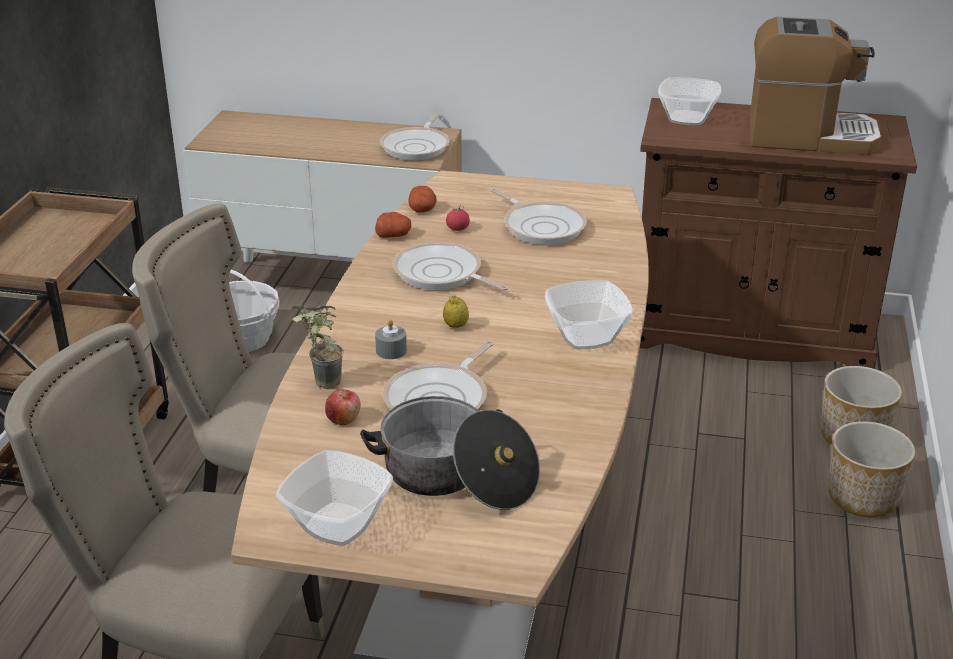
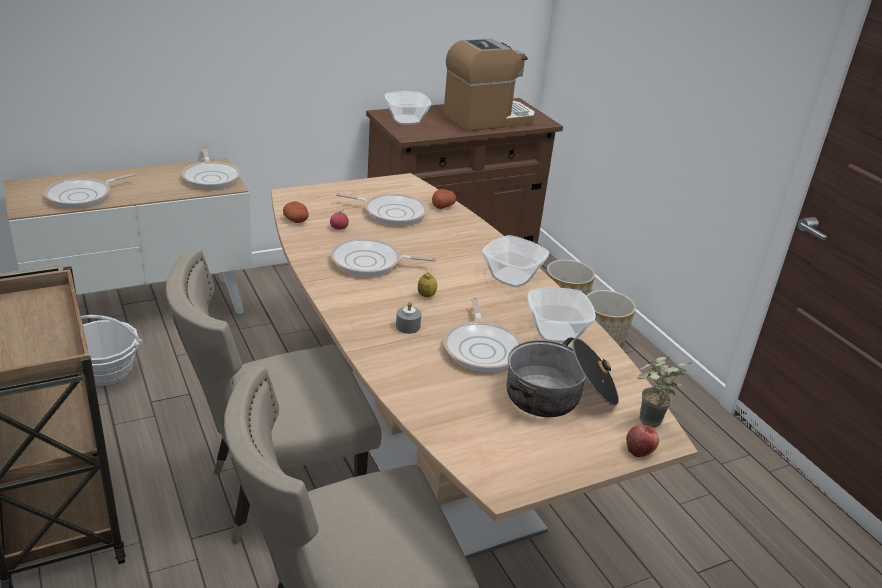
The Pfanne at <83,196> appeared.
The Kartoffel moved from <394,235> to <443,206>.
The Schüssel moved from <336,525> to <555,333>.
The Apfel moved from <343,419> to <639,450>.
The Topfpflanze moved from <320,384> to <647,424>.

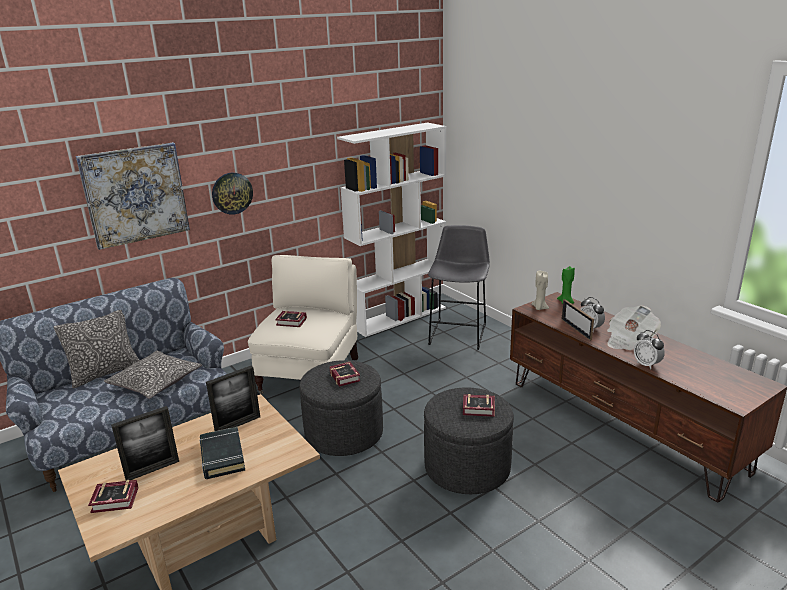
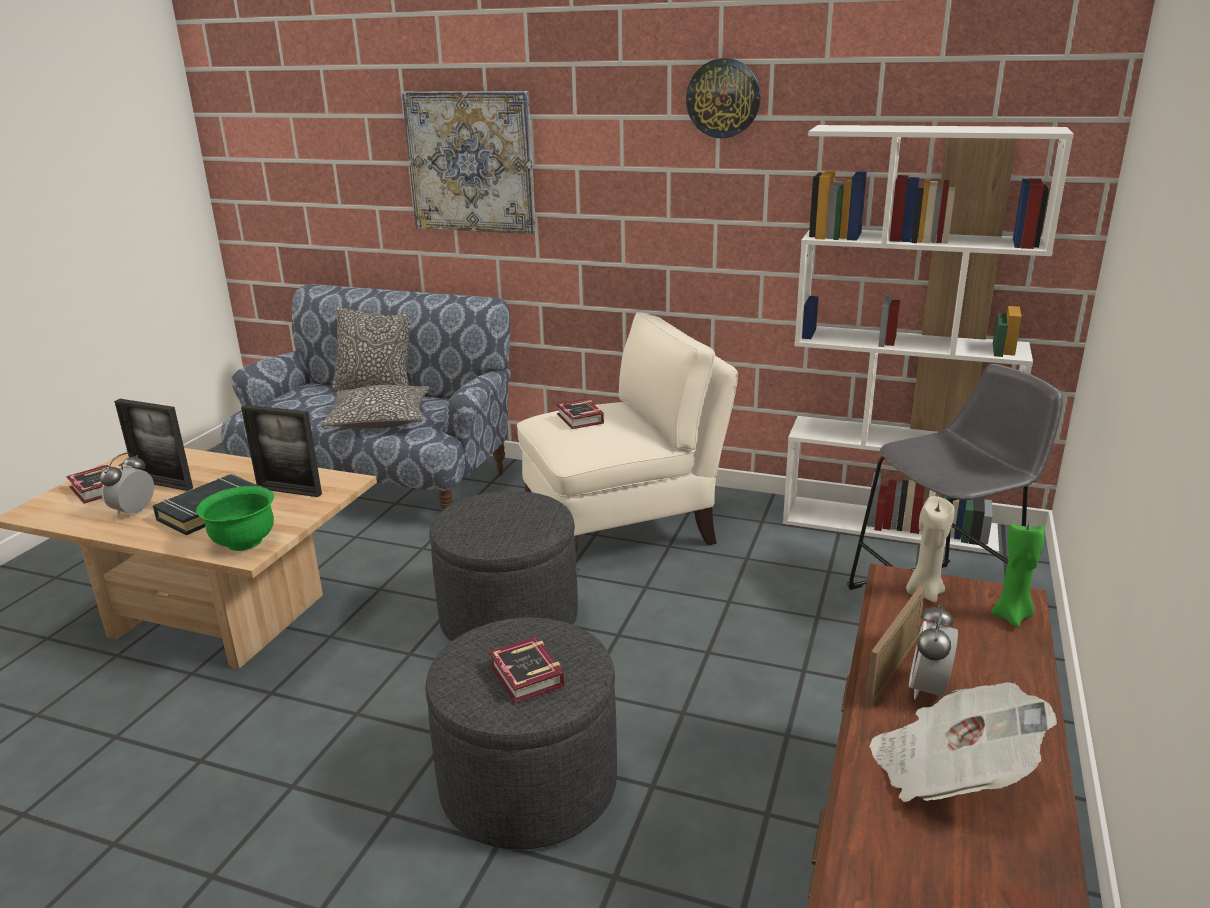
The Wecker moved from <646,364> to <134,512>.
The Schüssel (grün) at <244,542> appeared.
The Wanduhr moved from <232,193> to <723,98>.
The Buch at <345,376> disappeared.

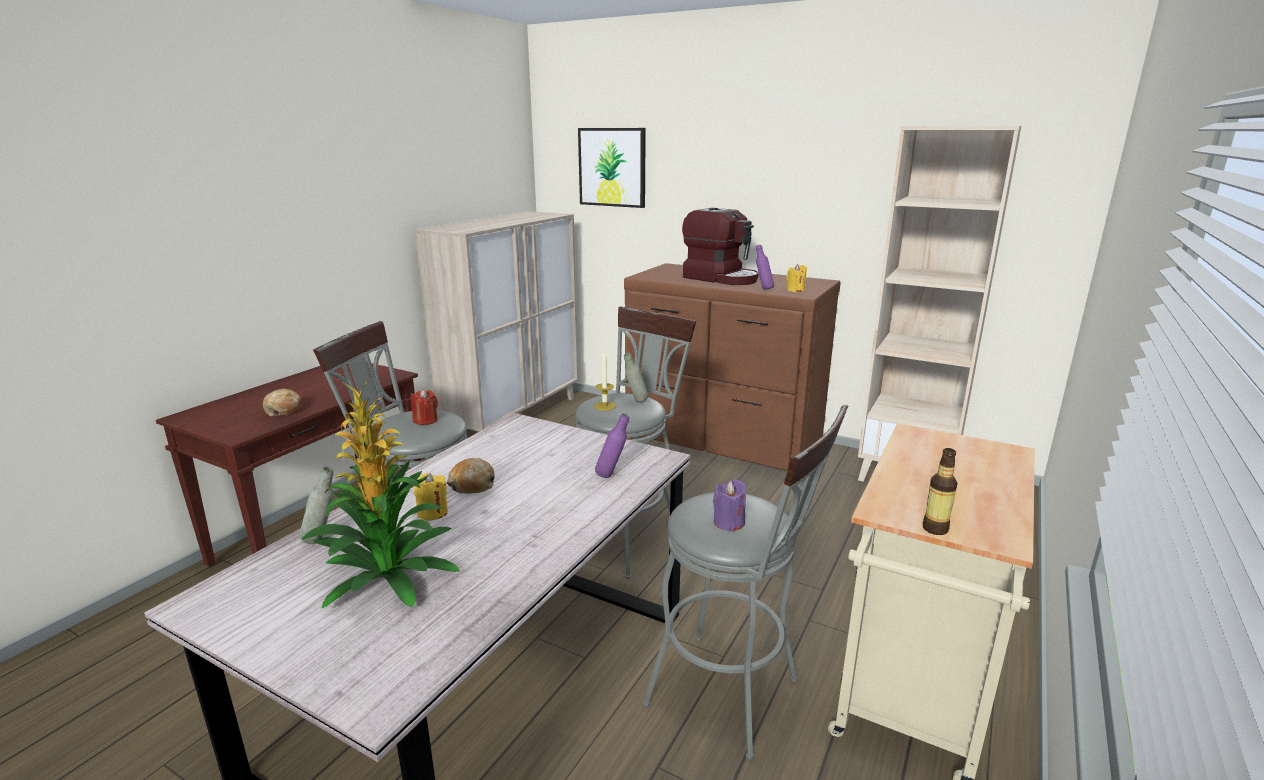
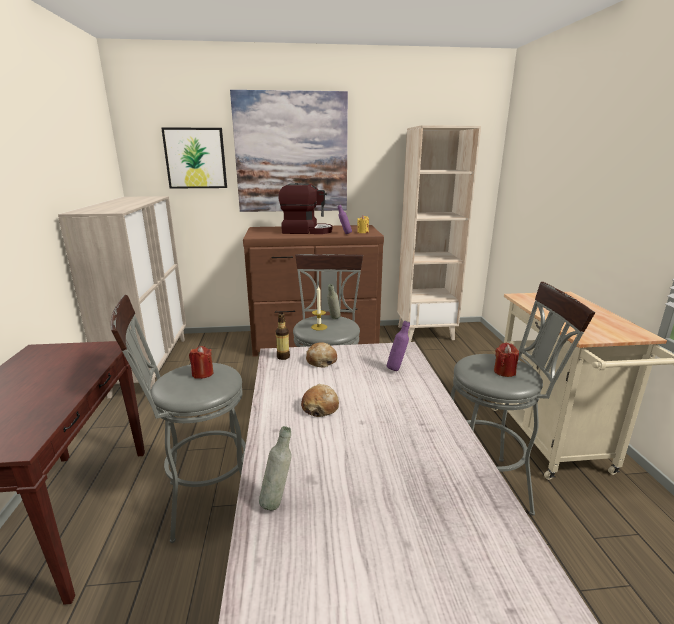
The Bild at <291,153> appeared.
The Flasche moved from <935,529> to <283,357>.
The Brot moved from <284,410> to <321,360>.
The Kerze (lila) at <729,522> became the Kerze (rot) at <504,372>.
The Topfpflanze at <386,576> disappeared.
The Kerze (gelb) at <432,513> disappeared.

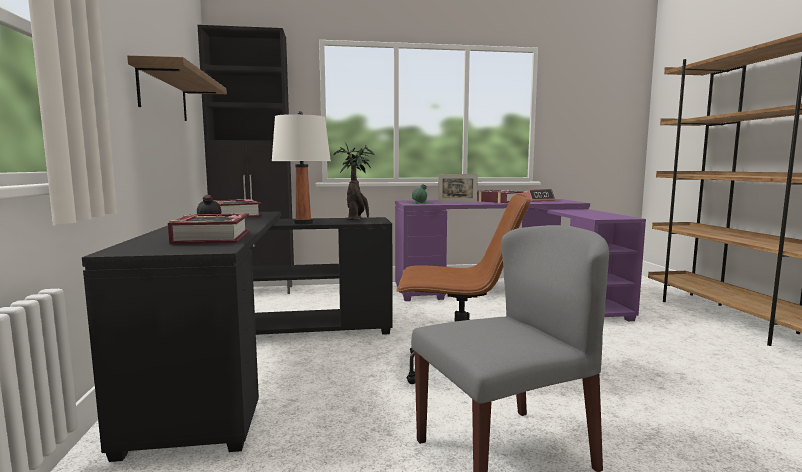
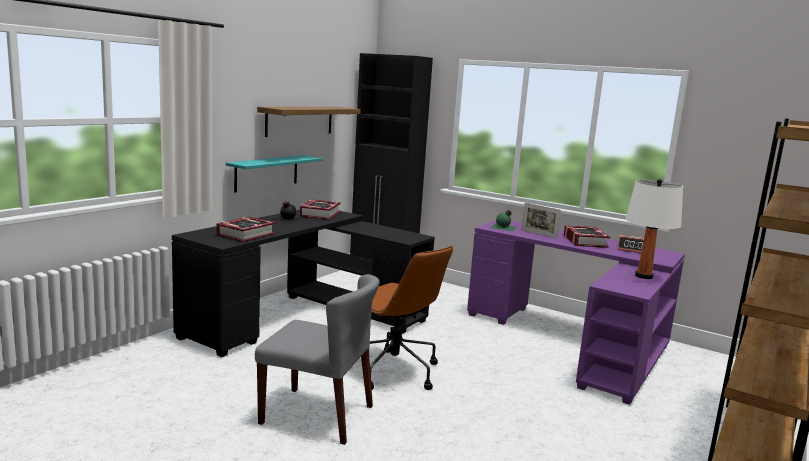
The Wandregal (türkis) at <267,173> appeared.
The Tischlampe (weiß) moved from <303,223> to <643,276>.
The Topfpflanze at <356,219> disappeared.

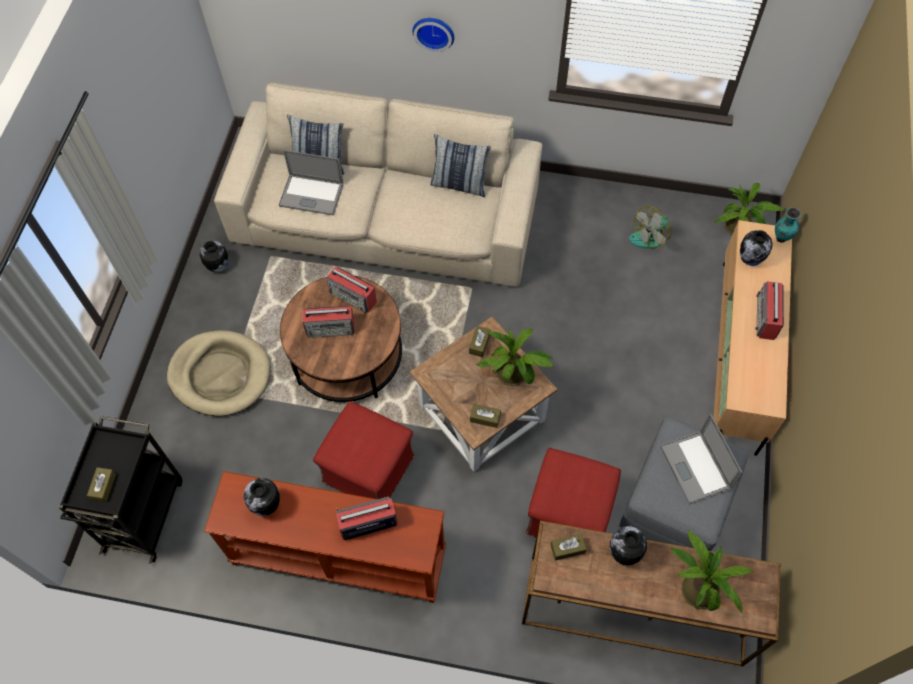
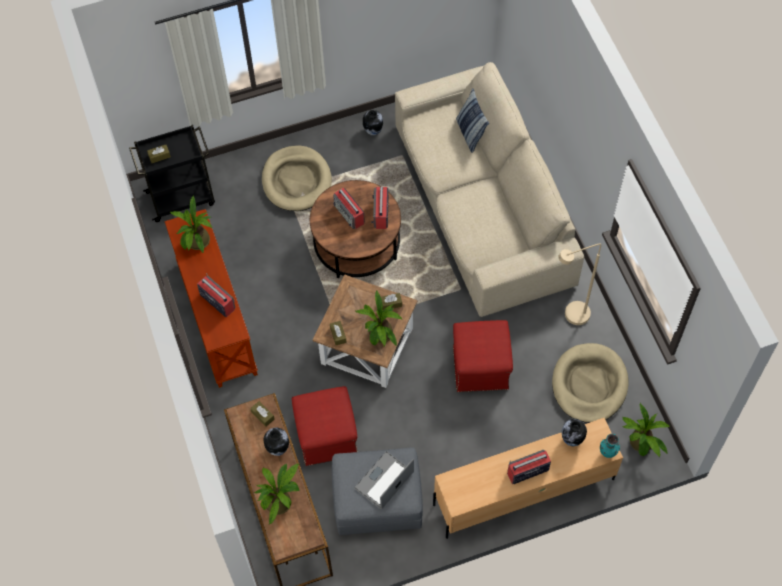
The Vase at <266,506> was replaced by the Topfpflanze at <197,243>.
The Polsterhocker (rot) moved from <369,469> to <480,368>.
The Ventilator at <651,236> was replaced by the Hundebett (beige) at <589,385>.
The Stehlampe (beige) at <571,317> appeared.
The Laptop at <311,195> disappeared.
The Wanduhr at <434,31> disappeared.
The Kissen at <459,184> disappeared.

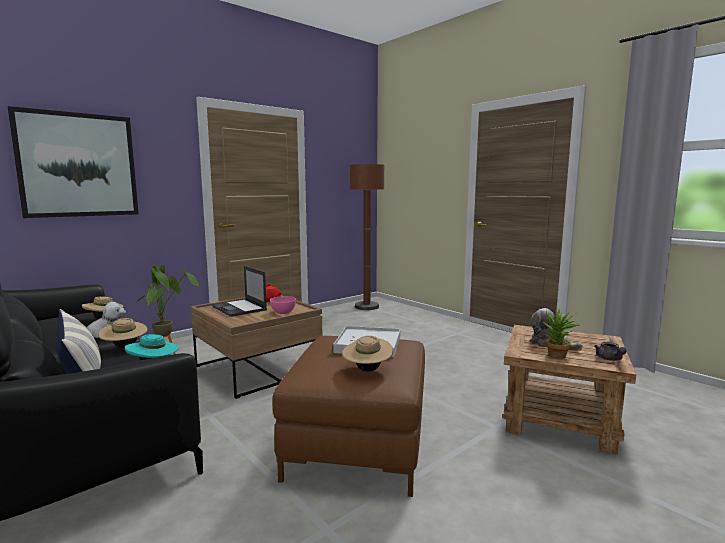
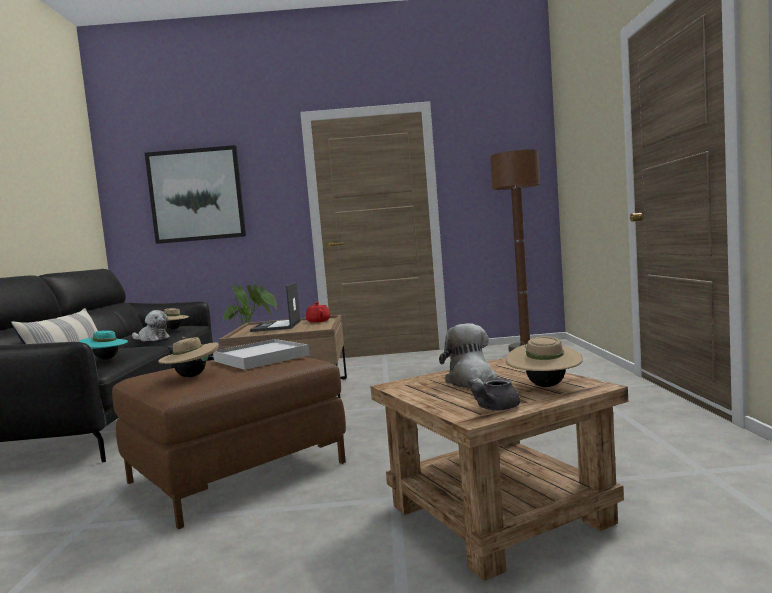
The Hut (beige) moved from <125,347> to <545,386>.
The Schüssel (rosa) at <283,312> disappeared.
The Topfpflanze at <557,357> disappeared.

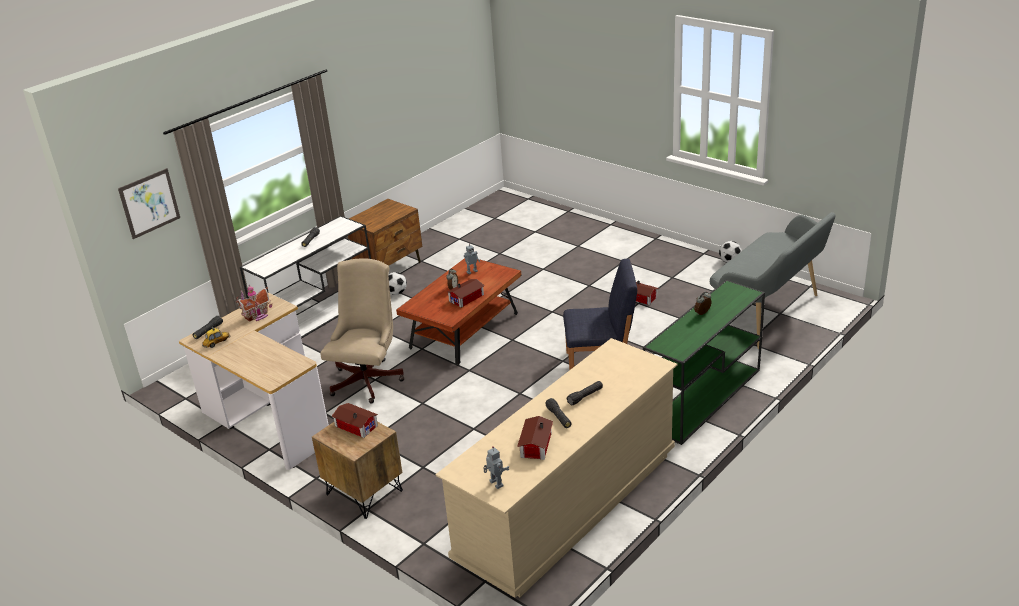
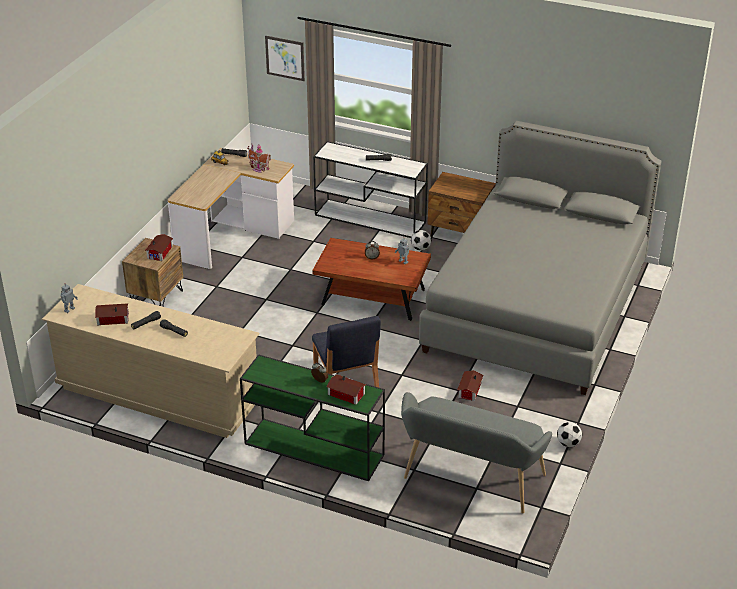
The Spielzeughaus moved from <467,298> to <346,395>.
The Bett (grau) at <537,307> appeared.
The Bürostuhl (beige) at <369,378> disappeared.

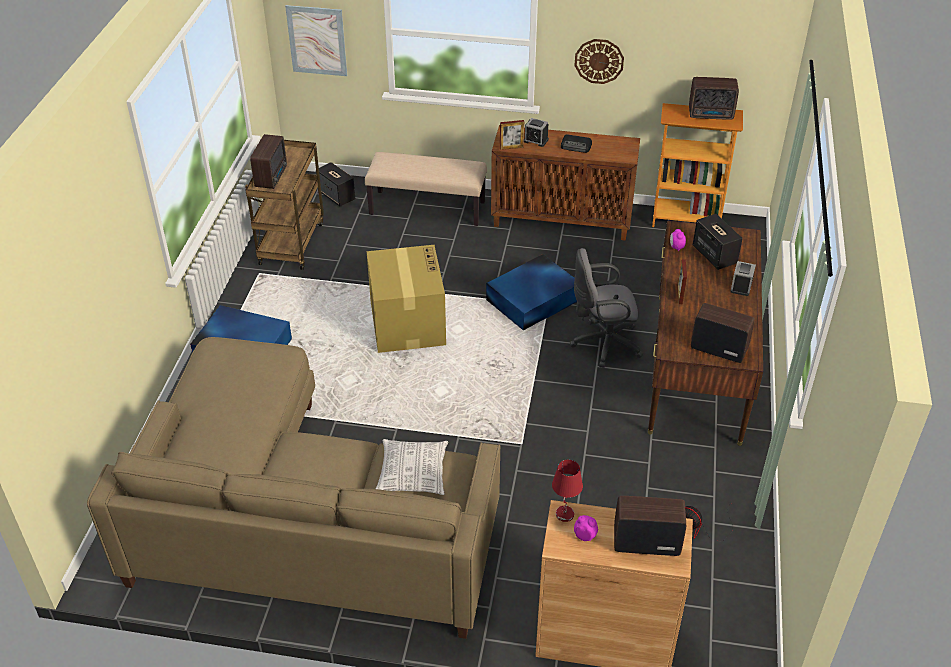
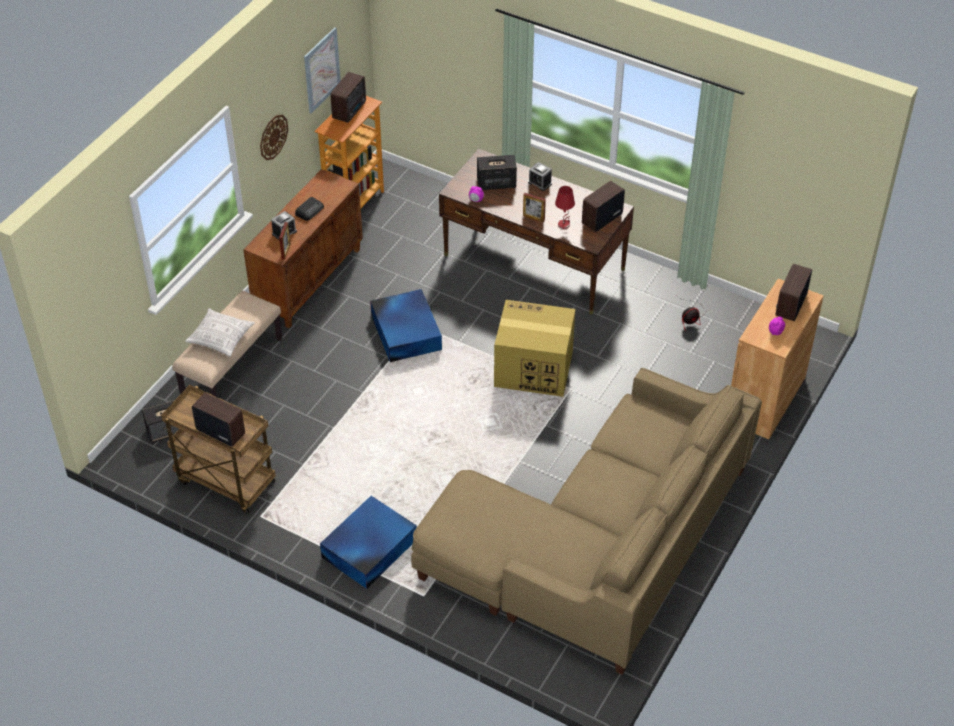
The Kissen moved from <413,474> to <220,338>.
The Bild moved from <317,40> to <321,70>.
The Karton moved from <407,323> to <532,369>.
The Tischlampe (rot) moved from <565,515> to <564,225>.
The Bürostuhl (grau) at <602,344> disappeared.

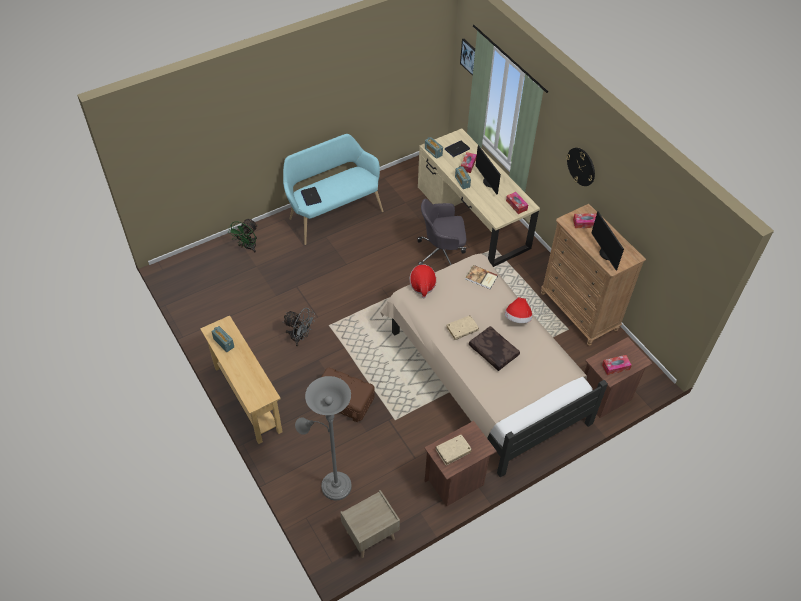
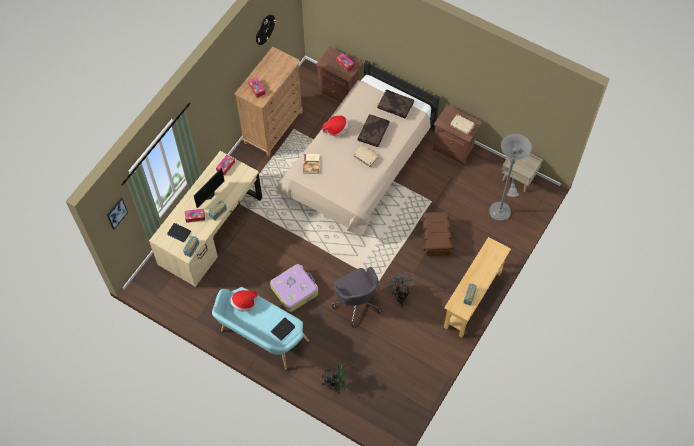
The Hut moved from <422,285> to <244,303>.
The Wanduhr moved from <581,166> to <265,29>.
The Koffer at <294,290> appeared.
The Bürostuhl (grau) moved from <441,253> to <357,302>.
The Kissen (braun) at <396,106> appeared.
The Monitor at <606,254> disappeared.

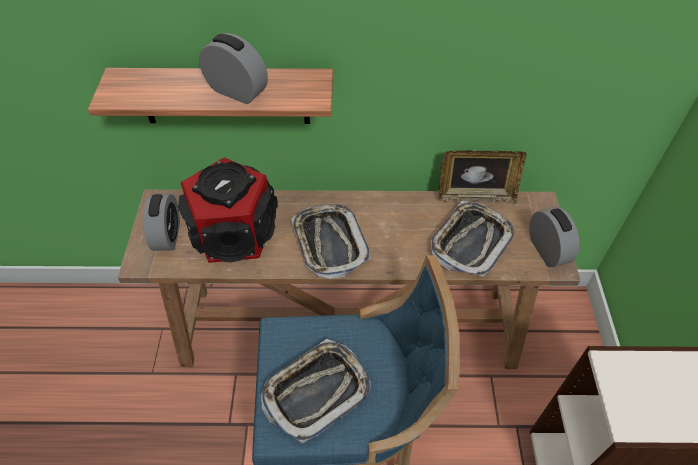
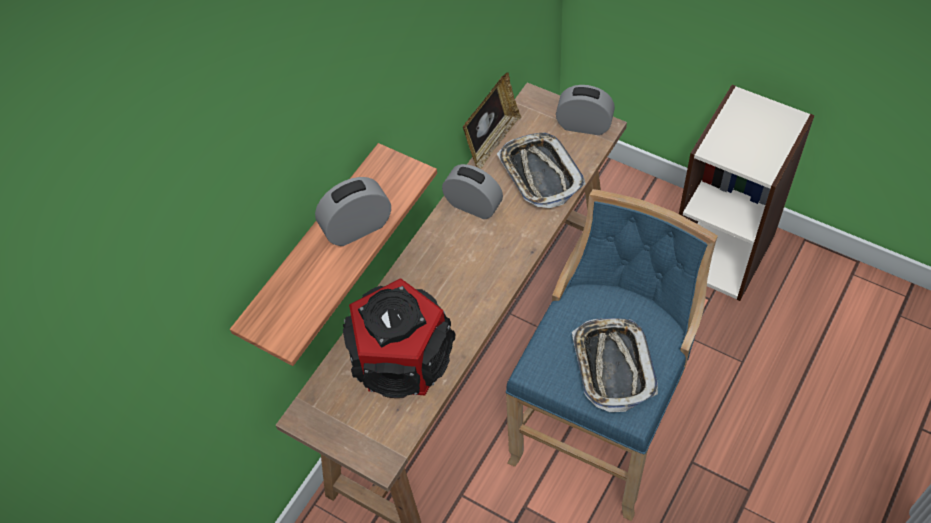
The Wecker moved from <167,235> to <473,205>.
The Tablett at <329,243> disappeared.

